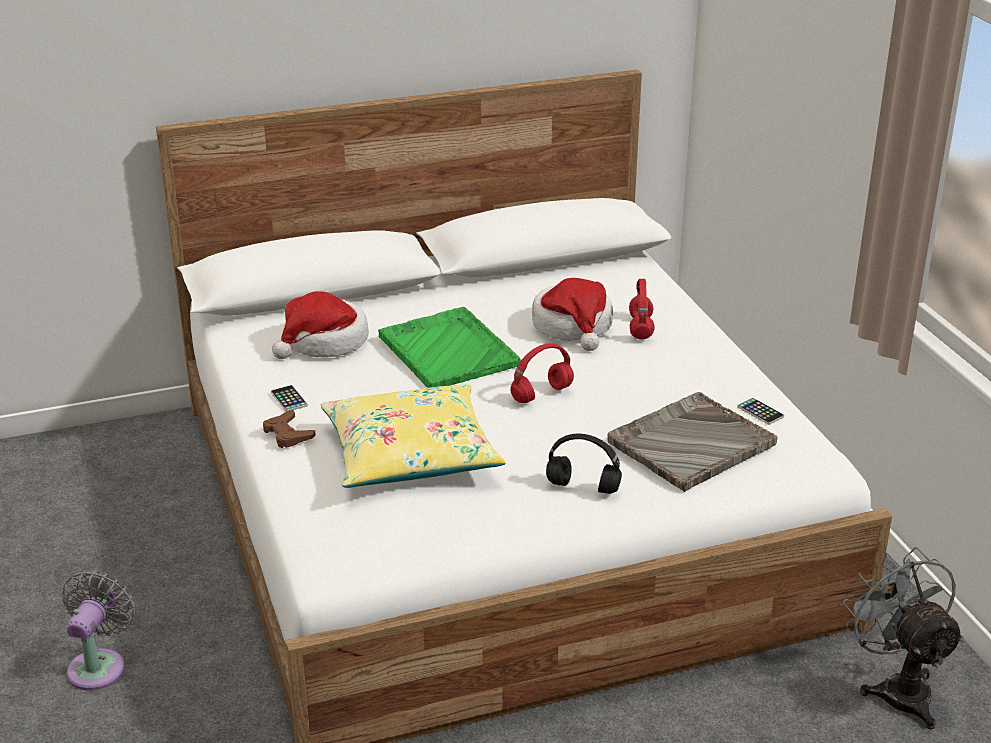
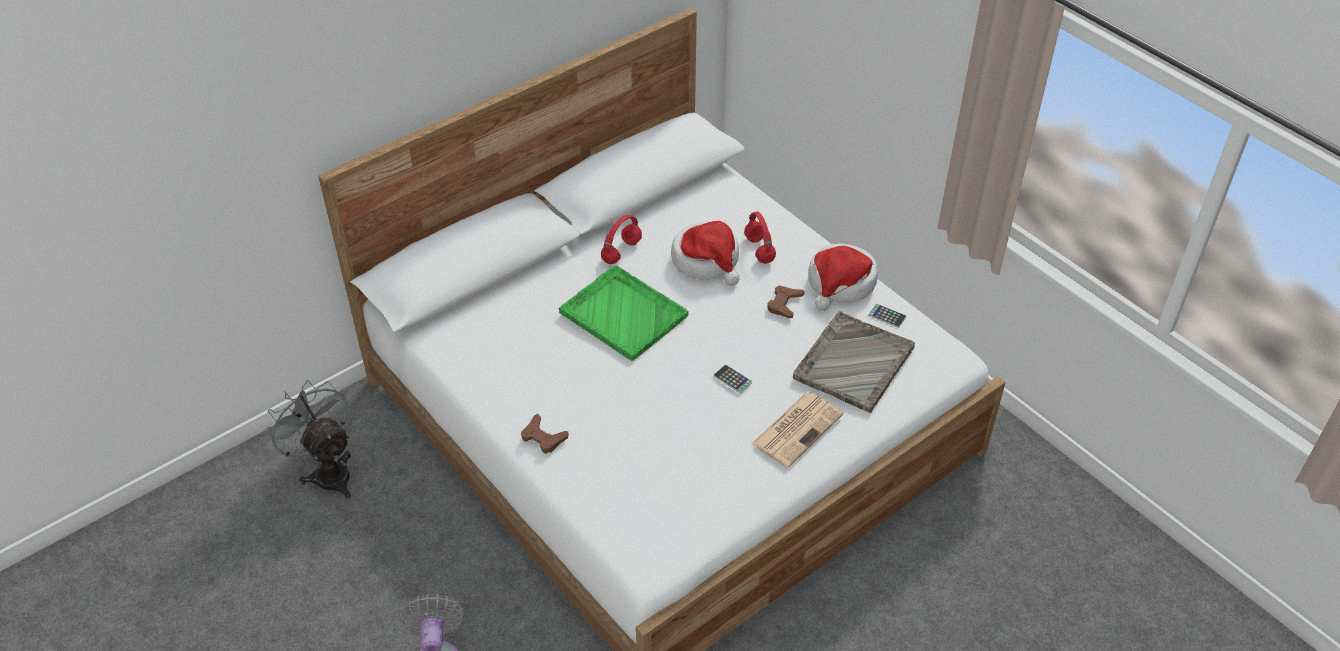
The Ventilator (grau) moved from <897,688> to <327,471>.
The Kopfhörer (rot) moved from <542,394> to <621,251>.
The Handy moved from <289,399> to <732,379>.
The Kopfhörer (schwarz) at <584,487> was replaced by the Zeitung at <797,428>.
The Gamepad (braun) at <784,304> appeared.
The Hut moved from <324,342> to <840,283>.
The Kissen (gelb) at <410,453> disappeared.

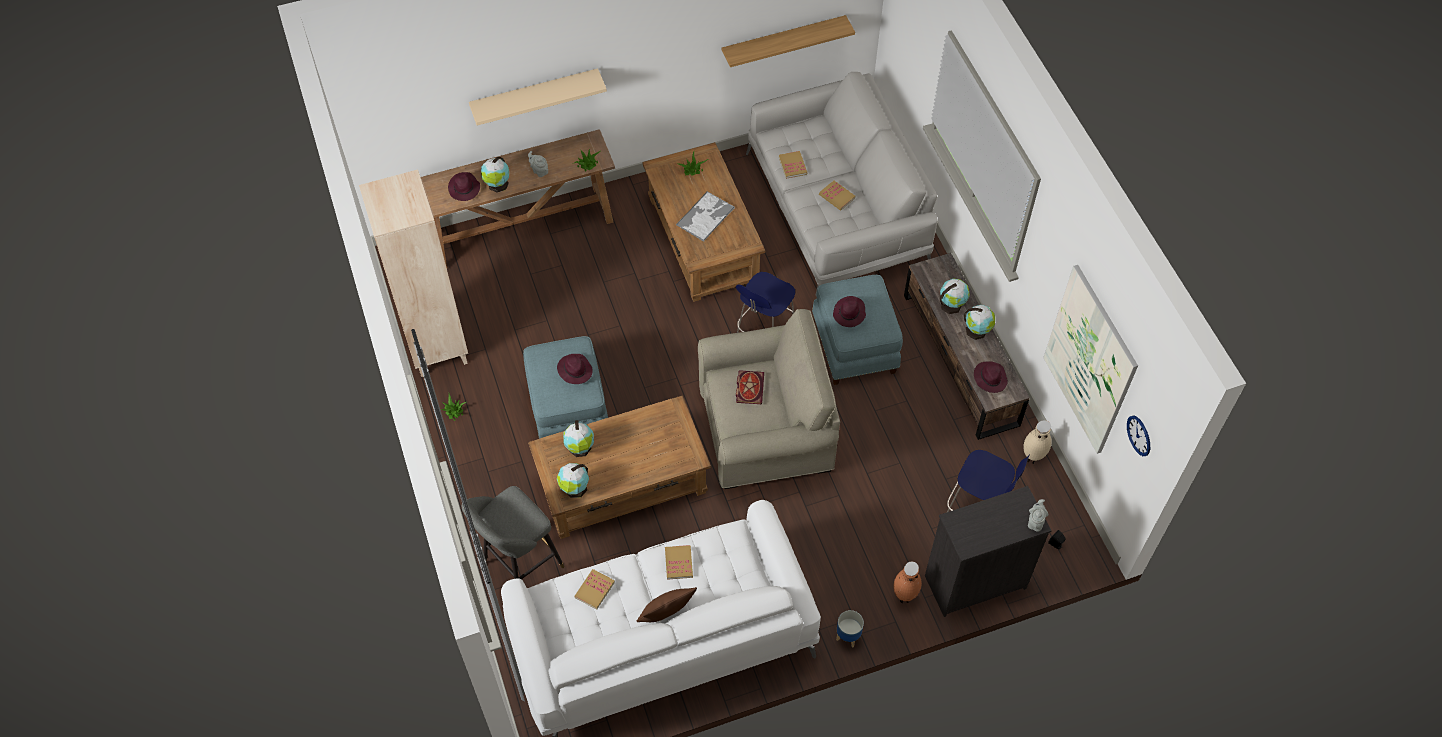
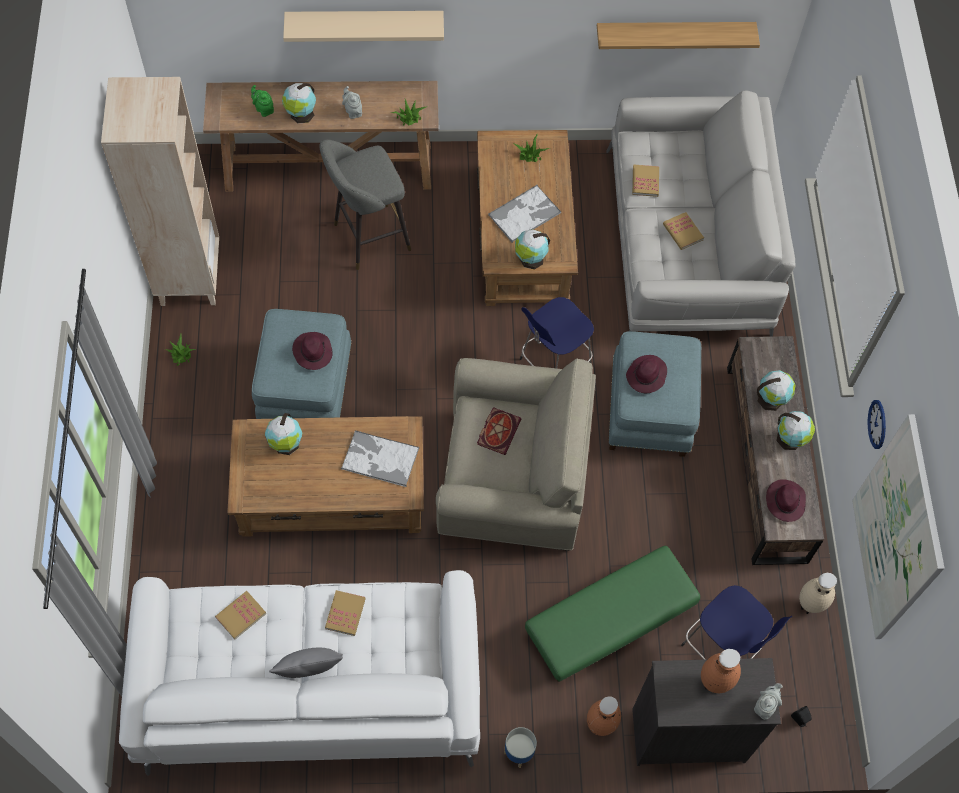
The Hut (lila) at <464,188> was replaced by the Teekanne (grün) at <263,109>.
The Kissen (braun) at <666,615> became the Kissen (grau) at <309,671>.
The Hocker (grau) moved from <519,567> to <367,238>.
The Tablett at <379,459> appeared.
The Globus moved from <575,489> to <530,259>.
The Polsterhocker (grün) at <609,620> appeared.
The Vase (braun) at <714,684> appeared.
The Wanduhr moved from <1139,435> to <877,424>.

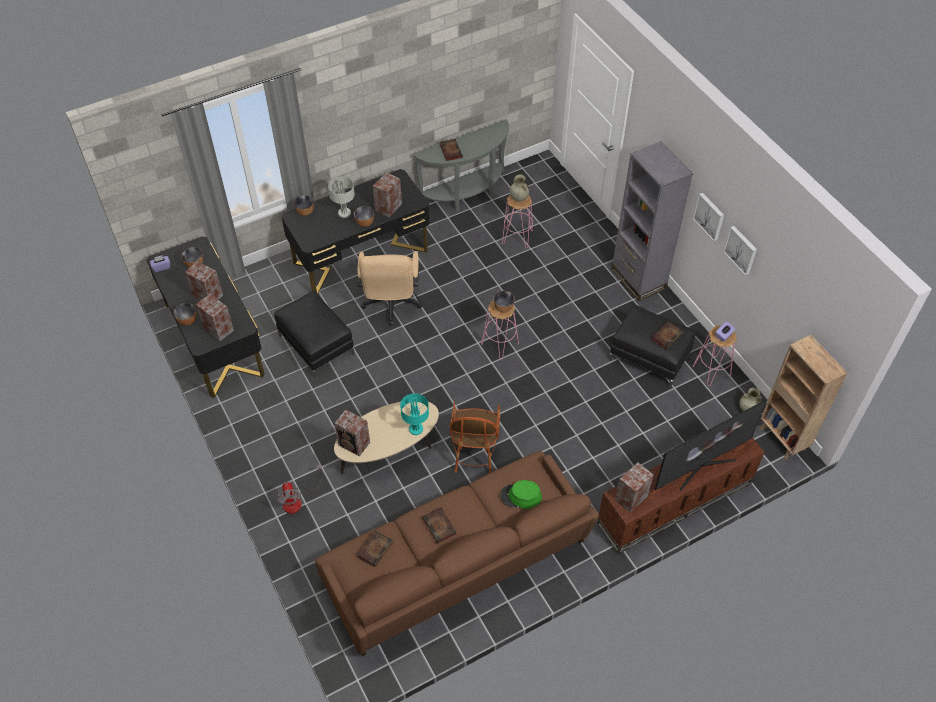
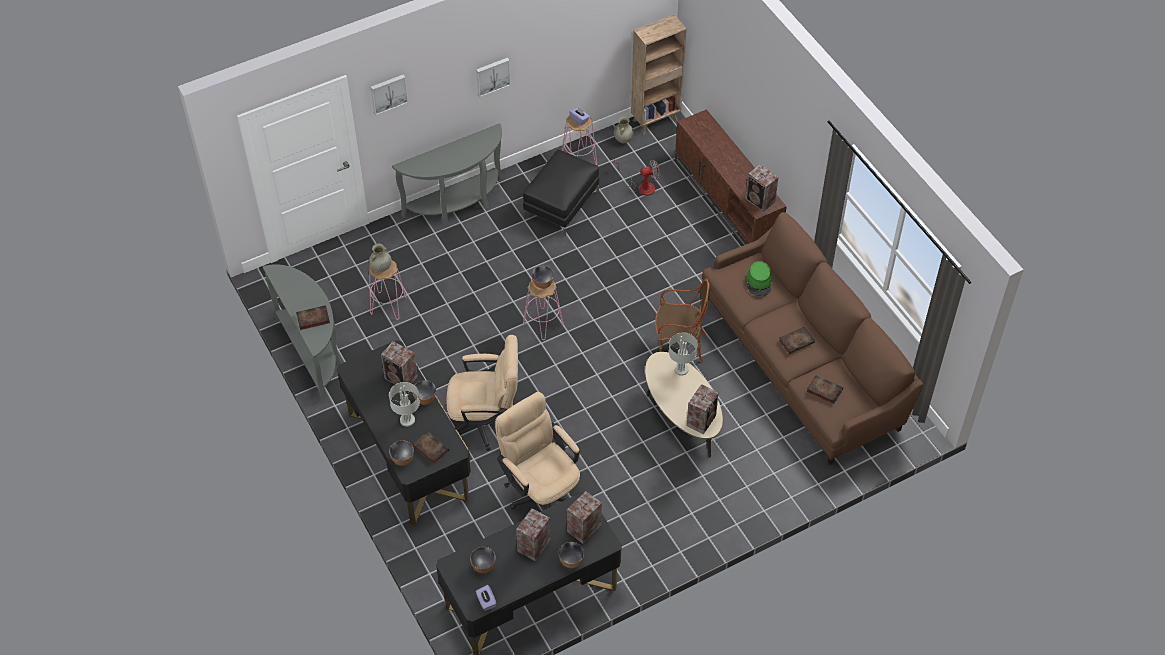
The Bild moved from <741,250> to <388,93>.
The Bücherregal (grau) at <638,279> was replaced by the Konsolentisch (grau) at <458,205>.
The Buch moved from <667,336> to <429,448>.
The Polsterhocker (schwarz) at <316,345> was replaced by the Bürostuhl (beige) at <541,492>.
The Ventilator moved from <297,500> to <641,186>.
The Tischlampe (türkis) at <416,429> became the Tischlampe (grau) at <681,369>.
The Fernseher at <701,466> disappeared.

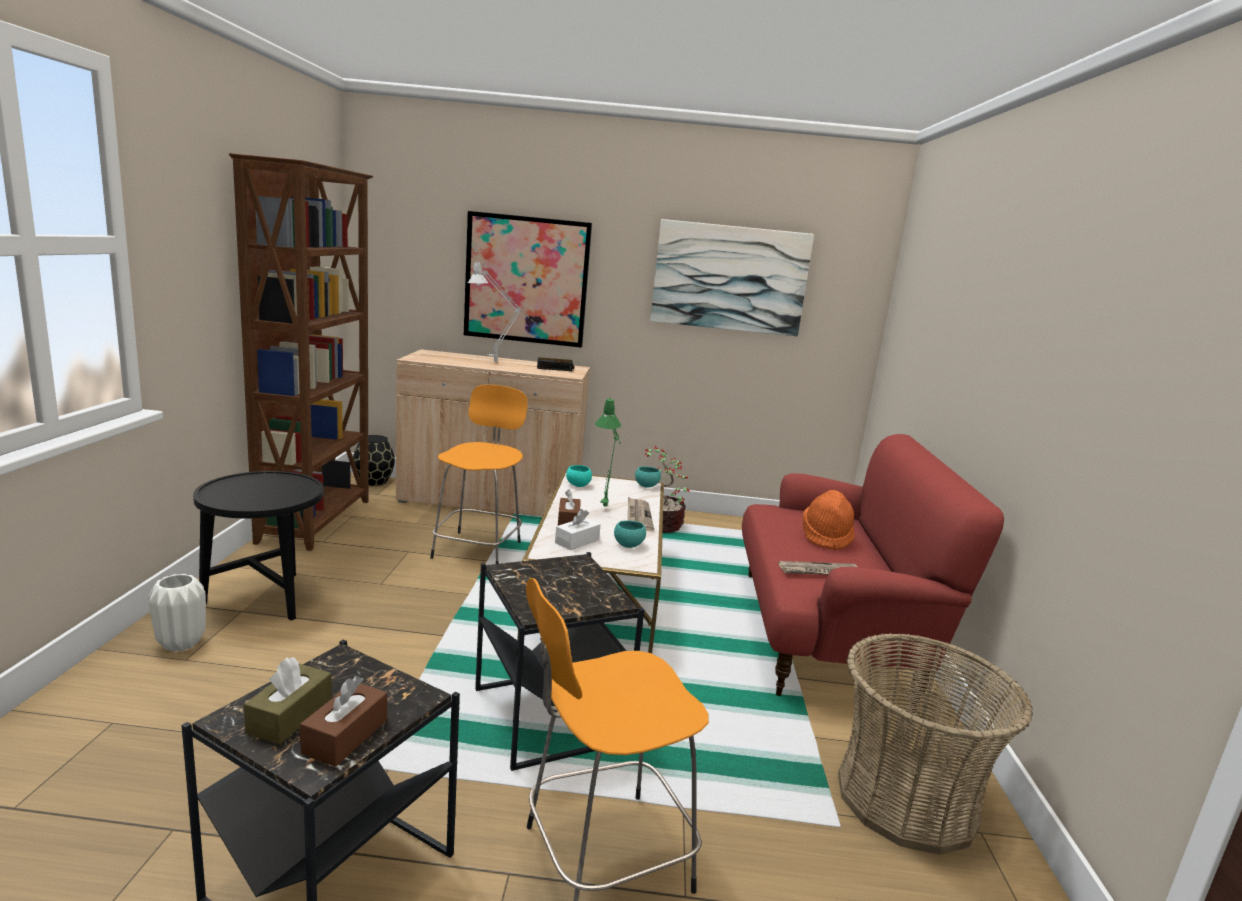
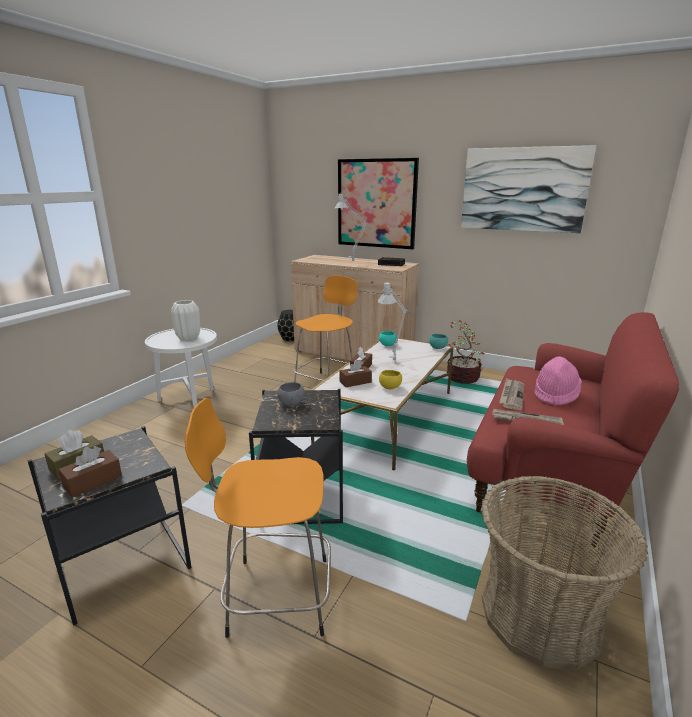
The Beistelltisch (schwarz) at <265,600> became the Beistelltisch (weiß) at <190,402>.
The Vase (weiß) moved from <181,643> to <189,339>.
The Schüssel (grau) at <291,403> appeared.
The Taschentuchbox (weiß) at <577,541> became the Taschentuchbox (braun) at <355,382>.
The Tischlampe (grün) at <606,505> became the Tischlampe (grau) at <396,359>.
The Schüssel (türkis) at <628,545> became the Schüssel (gelb) at <390,387>.
The Zeitung moved from <638,516> to <511,395>.
The Hut (orange) at <826,537> became the Hut (rosa) at <555,395>.
The Bücherregal (braun) at <317,520> disappeared.

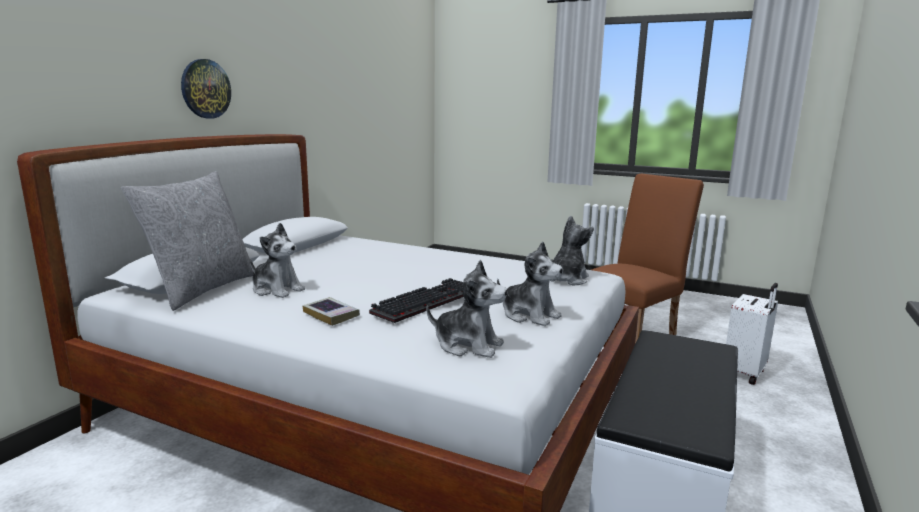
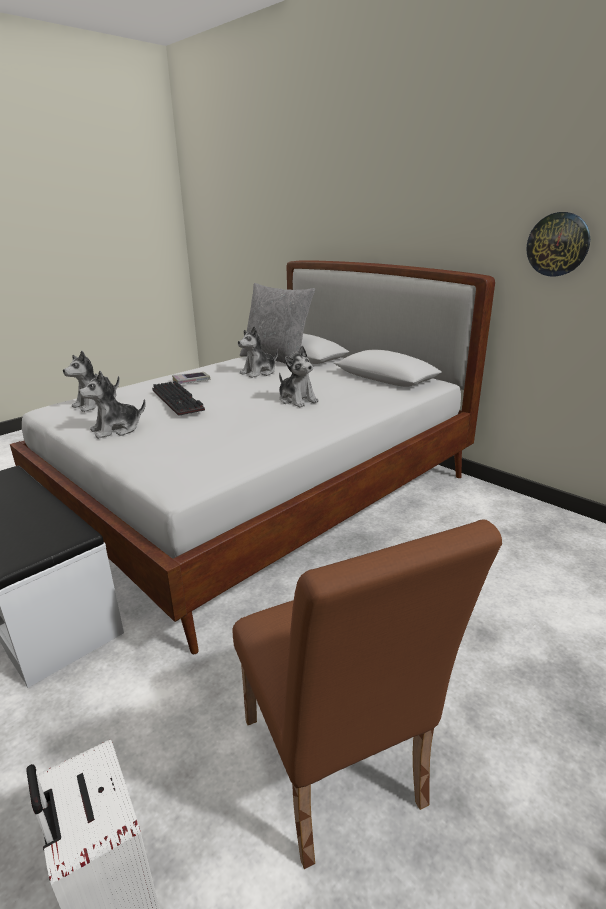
The Plüschtier moved from <567,279> to <297,400>.
The Wanduhr moved from <205,89> to <558,244>.

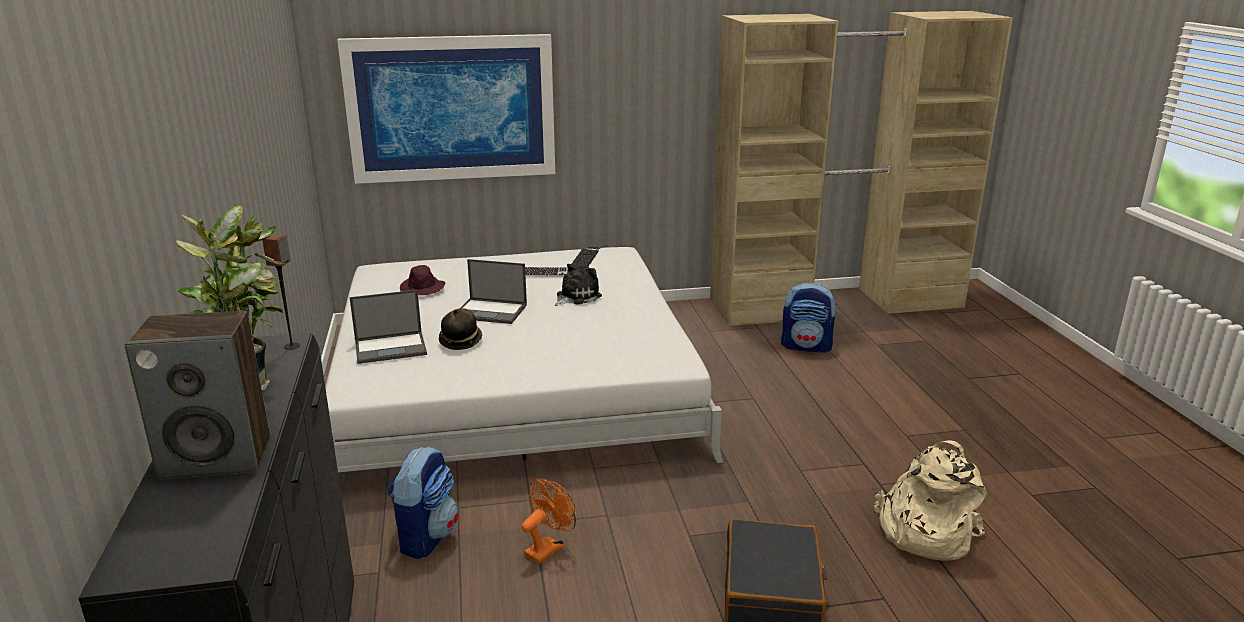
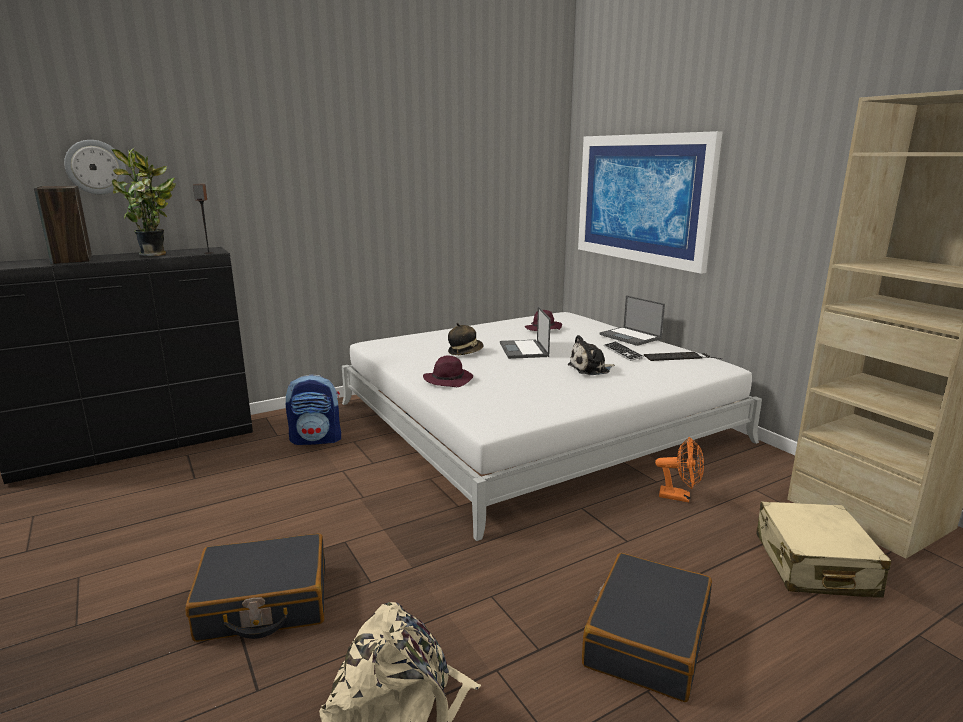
The Wanduhr at <95,167> appeared.
The Hut (lila) at <449,380> appeared.
The Plüschtier at <576,296> turned 135 degrees clockwise.
The Koffer (schwarz) at <646,638> appeared.
The Laptop moved from <391,348> to <631,337>.
The Ventilator (orange) moved from <548,548> to <679,497>.
The Rucksack at <807,346> was replaced by the Koffer (beige) at <813,565>.

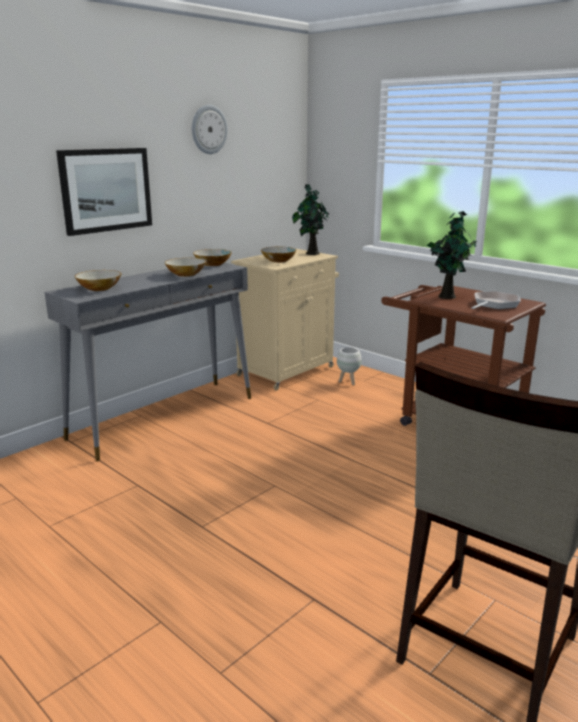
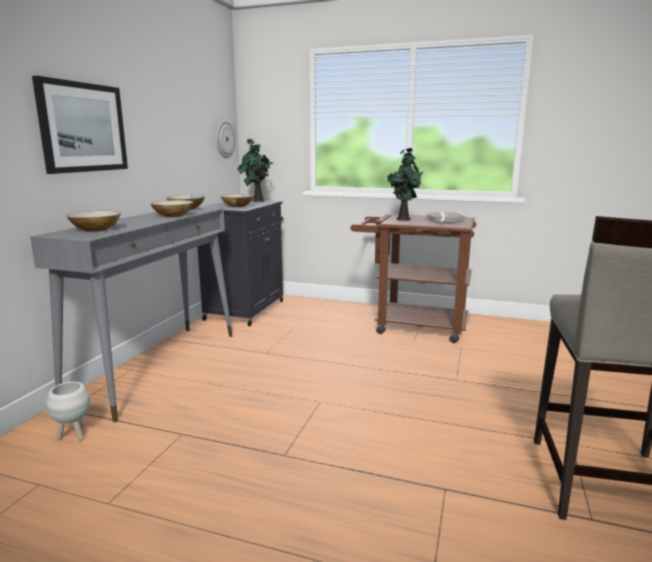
The Pflanzkübel (weiß) moved from <348,382> to <74,435>.
The Schrank (beige) at <287,371> became the Schrank (schwarz) at <246,310>.
The Wanduhr moved from <208,129> to <224,139>.

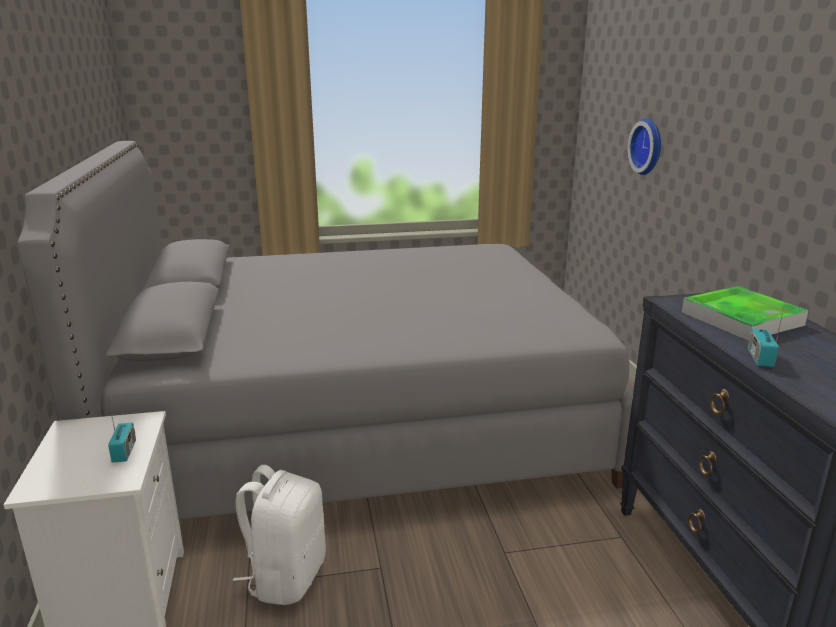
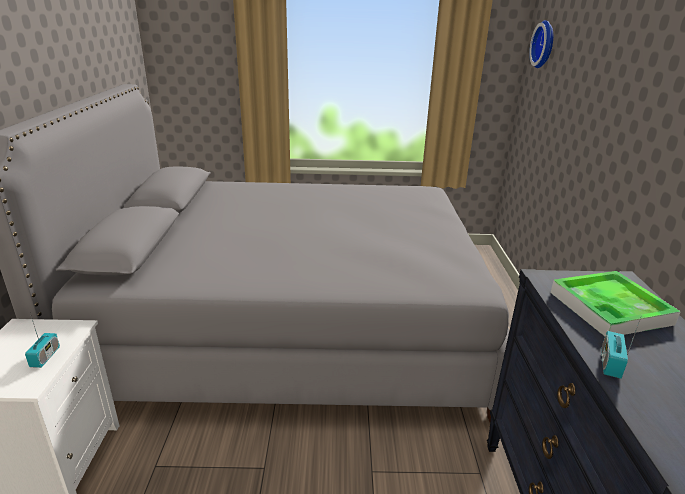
The Wanduhr moved from <649,146> to <545,44>.
The Rucksack (weiß) at <286,577> disappeared.

